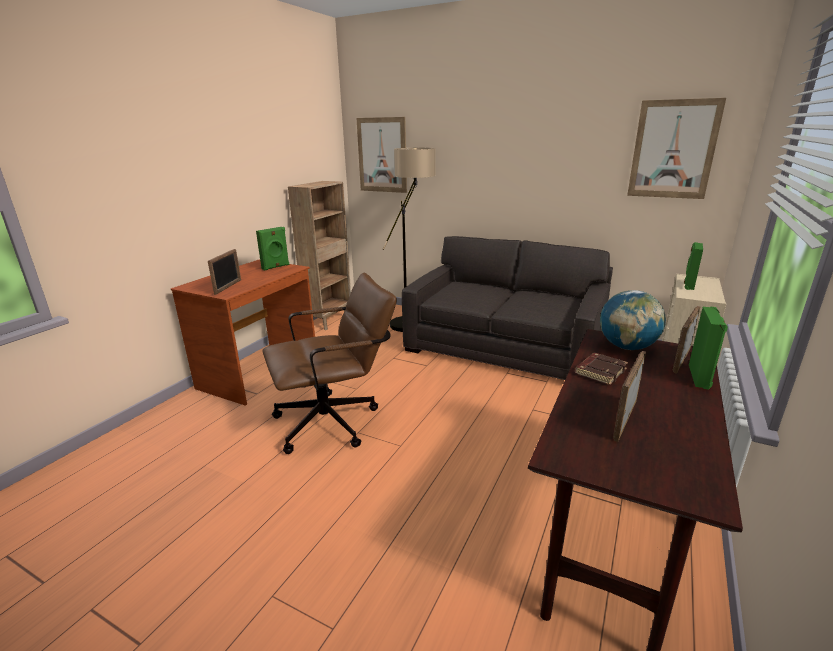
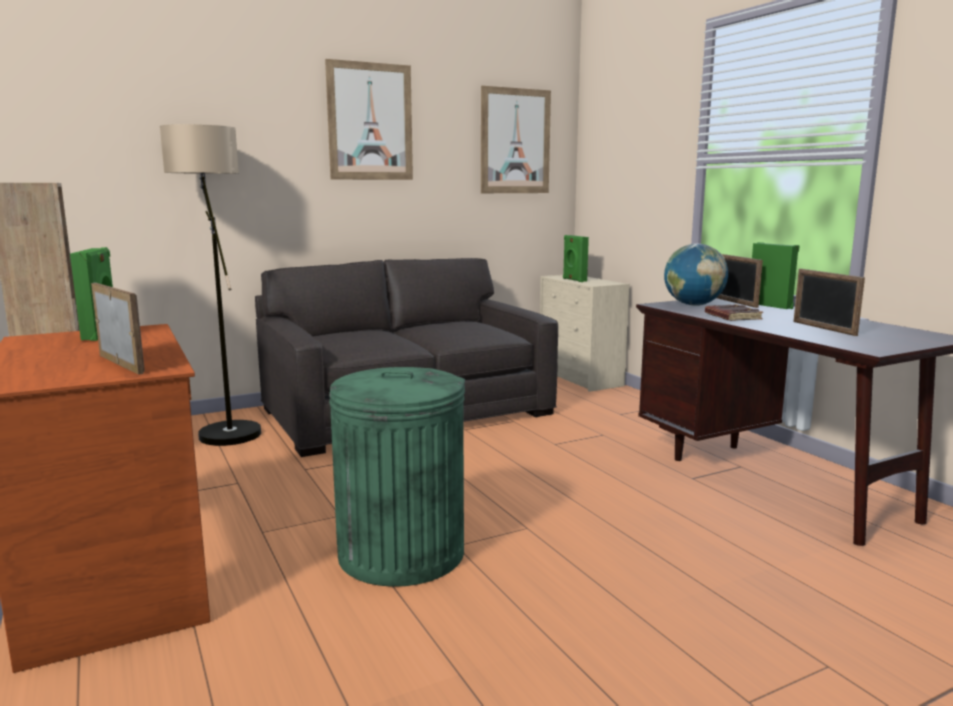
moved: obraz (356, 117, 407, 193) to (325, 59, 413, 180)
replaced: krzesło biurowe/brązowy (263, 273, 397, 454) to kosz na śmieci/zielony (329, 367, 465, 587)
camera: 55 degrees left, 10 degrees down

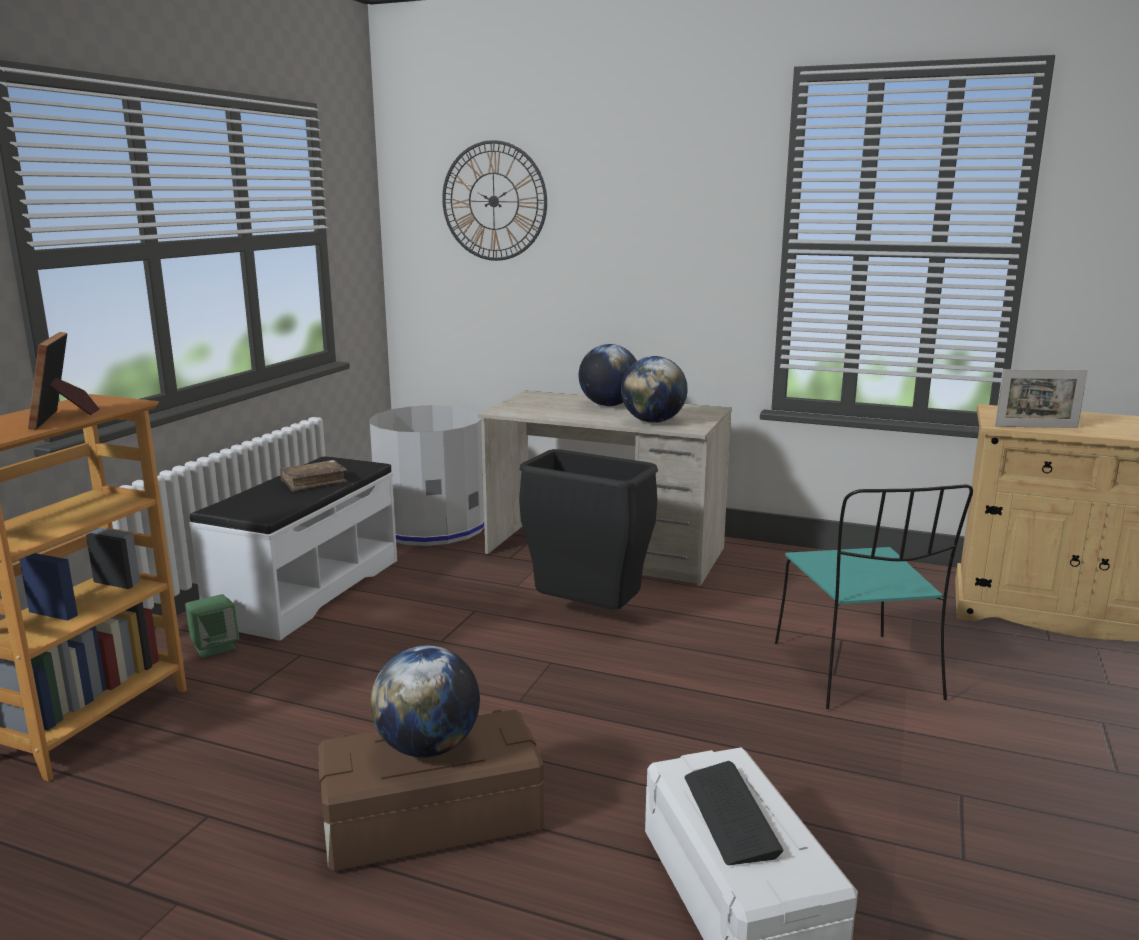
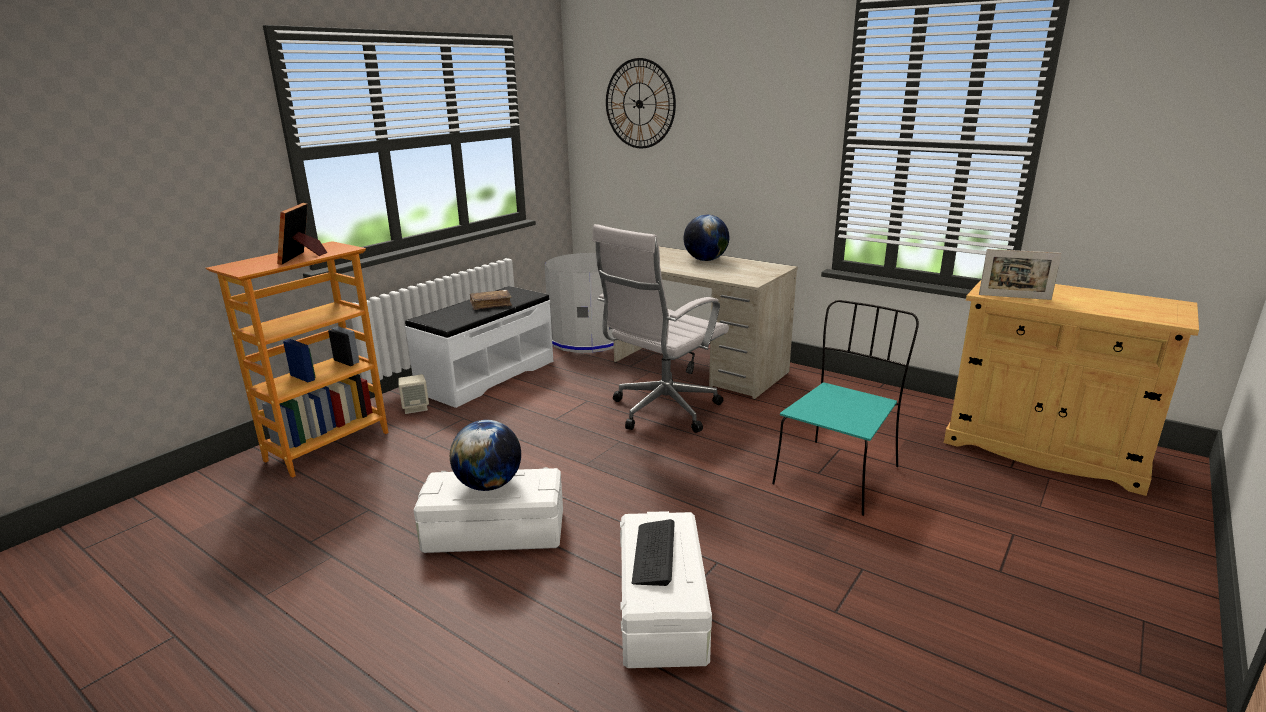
removed: globus (621, 356, 688, 423)
replaced: kosz na śmieci/czarny (519, 449, 658, 609) to krzesło biurowe/biały (592, 224, 729, 433)
recoloured: głośnik/zielony (185, 594, 239, 658) to głośnik/beżowy (398, 374, 429, 414); pojemnik do przechowywania/brązowy (318, 709, 544, 872) to pojemnik do przechowywania/biały (414, 467, 563, 553)
turned: krzesło/turkusowy (775, 484, 973, 709) = (772, 300, 919, 516) 150 degrees counterclockwise
camera: 15 degrees right, 5 degrees up

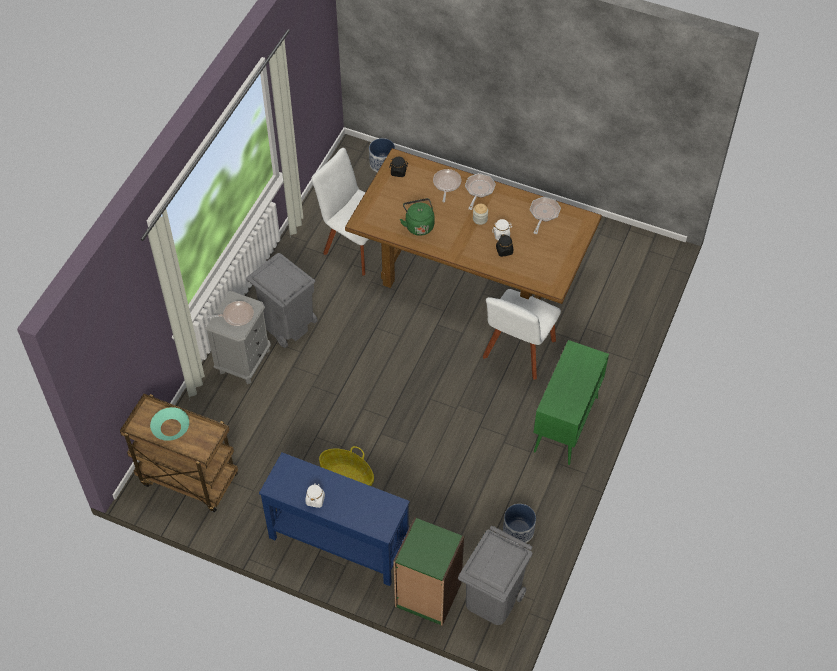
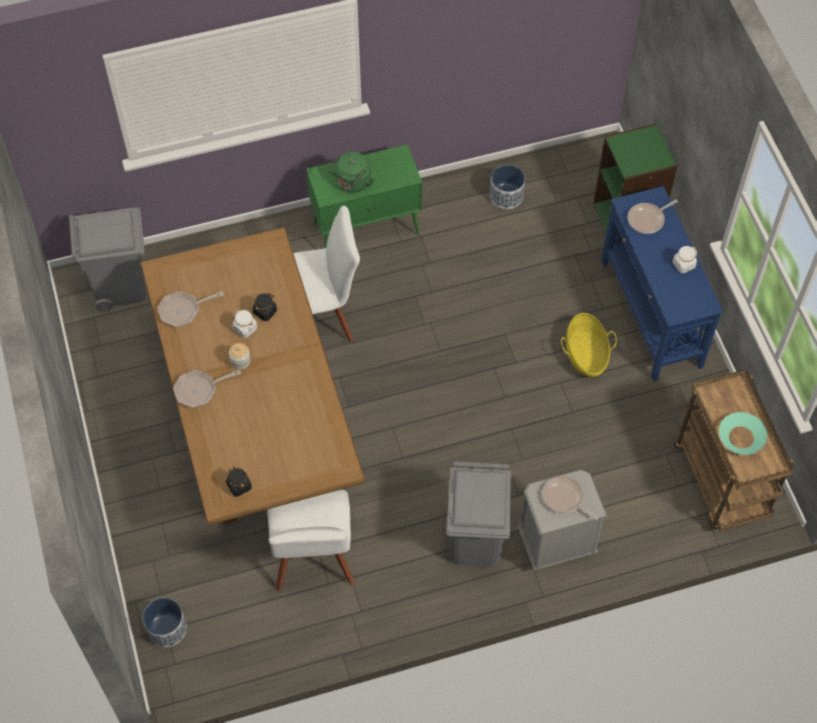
moved: czajnik/zielony (400, 198, 434, 236) to (329, 152, 374, 192); patelnia (433, 169, 461, 203) to (628, 200, 678, 234); kosz na śmieci/szary (458, 526, 532, 625) to (68, 207, 146, 311)
camera: 130 degrees left, 5 degrees up

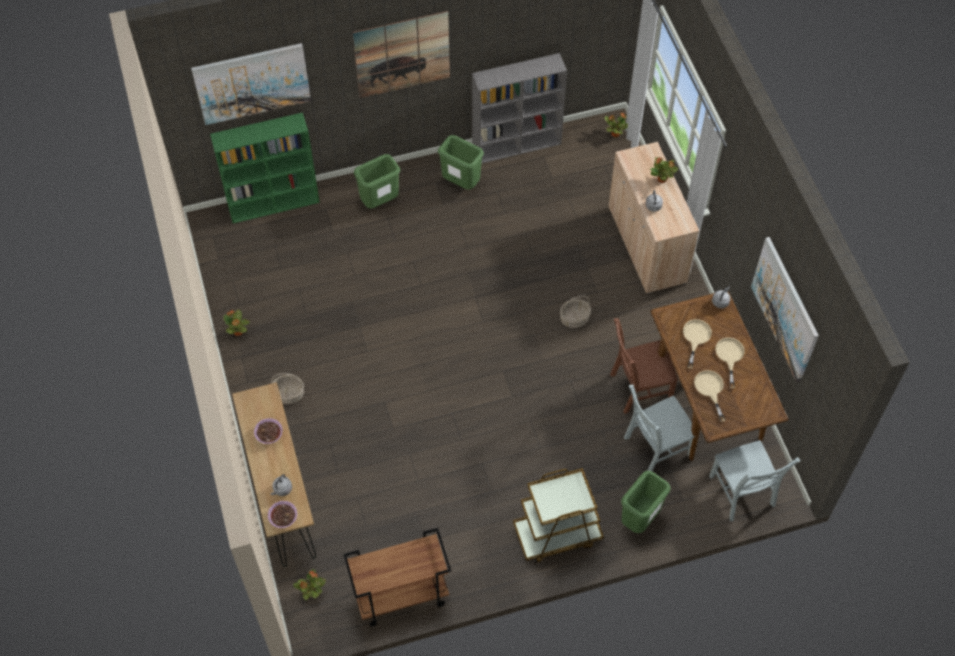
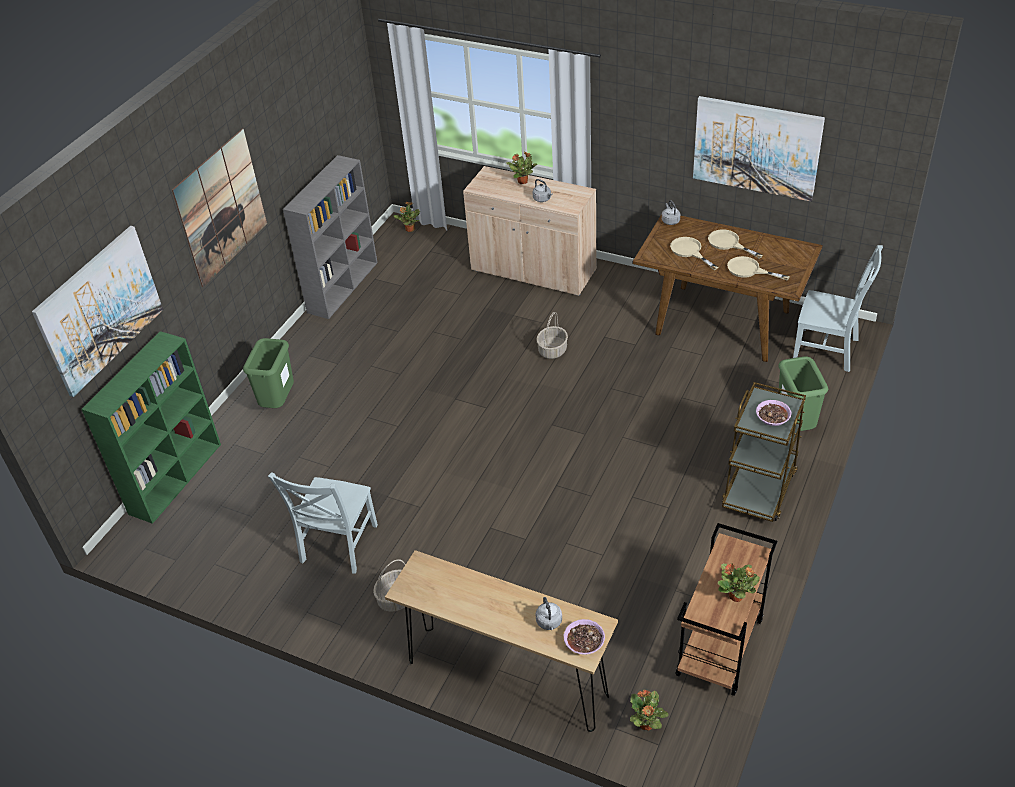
removed: kosz na śmieci/zielony (438, 135, 484, 189); krzesło/brązowy (610, 318, 678, 414)
moved: roślina doniczkowa (223, 310, 250, 336) to (718, 563, 760, 602); miska (254, 418, 283, 444) to (756, 400, 792, 426); krzesło/szary (624, 384, 694, 471) to (268, 472, 378, 574)
camera: 45 degrees left, 15 degrees down

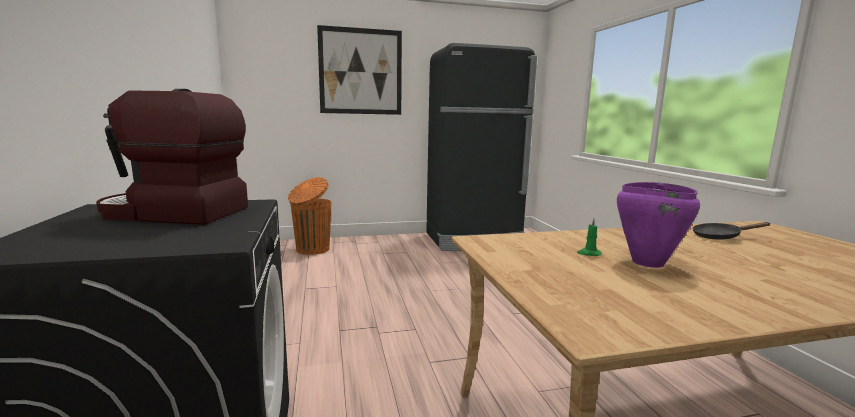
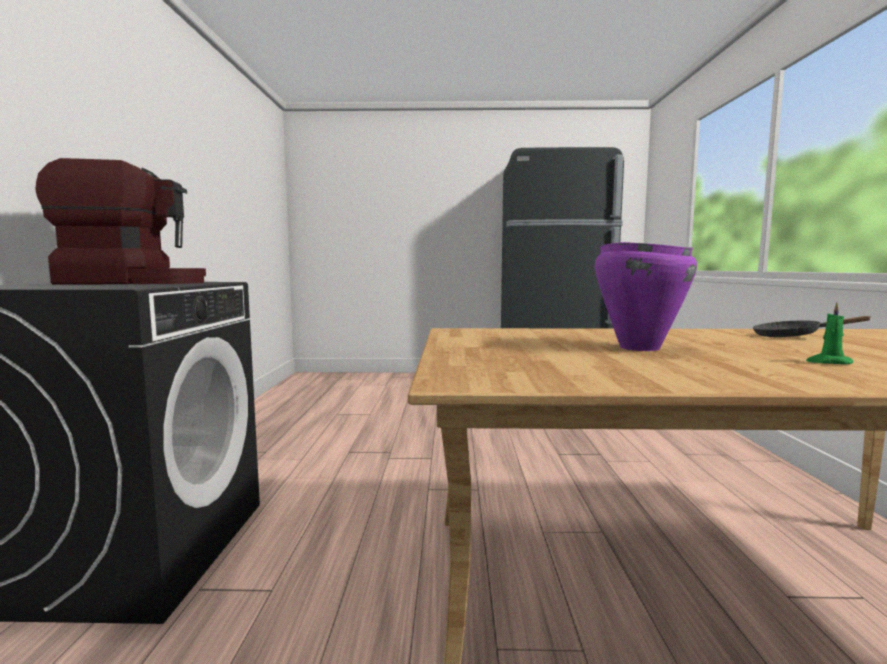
removed: kosz na śmieci/pomarańczowy (288, 177, 331, 255); obraz (317, 25, 402, 115)
moved: świeca/zielony (577, 218, 602, 256) to (806, 302, 853, 364)
turned: ekspres do kawy (96, 89, 248, 225) = (35, 158, 206, 285) 150 degrees clockwise
camera: 15 degrees right, 5 degrees down

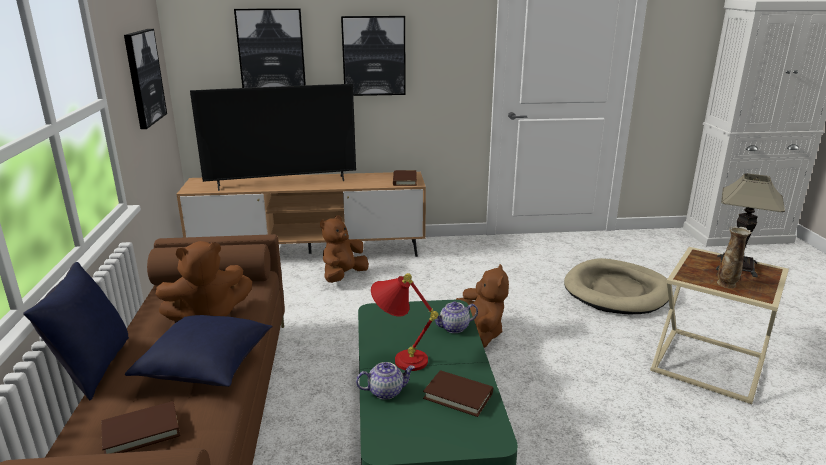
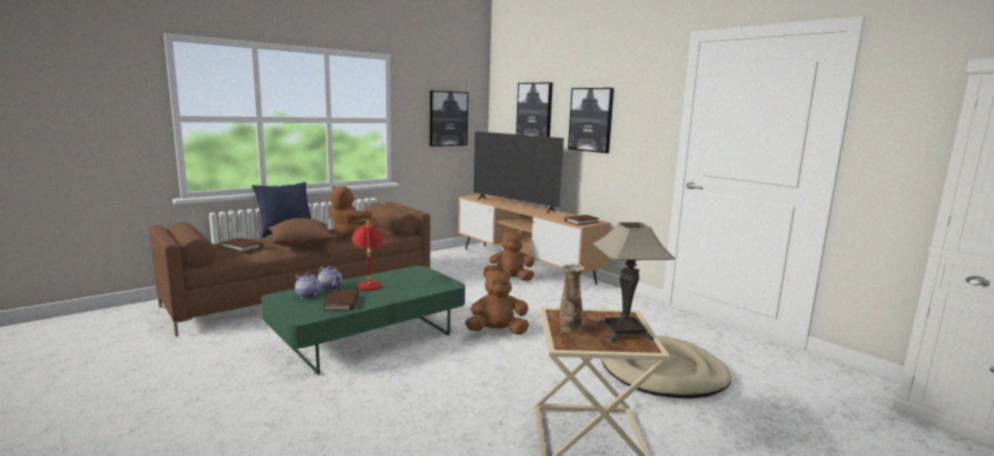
moved: imbryk (435, 302, 478, 333) to (295, 273, 321, 298)
recoloured: poduszka/niebieski (125, 315, 273, 387) to poduszka/brązowy (268, 218, 335, 247)
turned: pluszak/brązowy (456, 264, 509, 348) = (465, 268, 529, 335) 150 degrees counterclockwise
camera: 55 degrees right, 10 degrees down

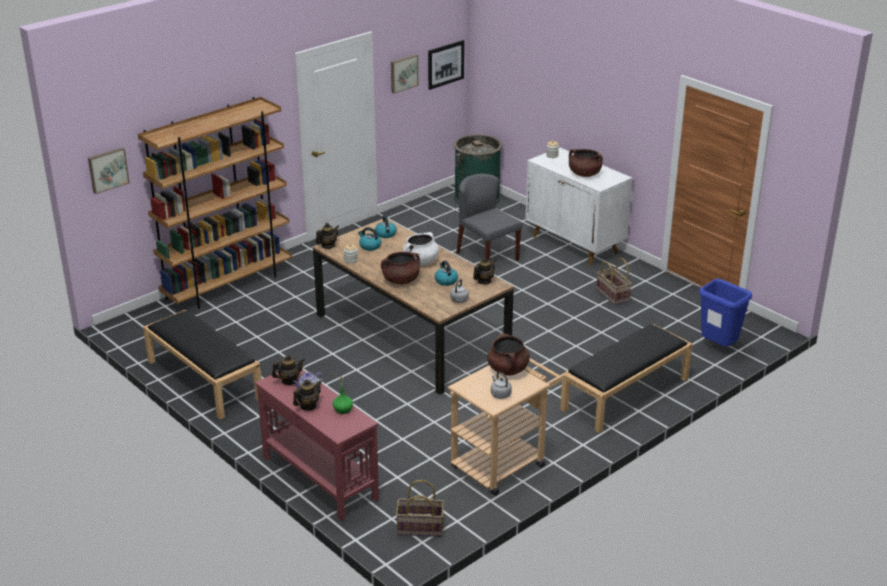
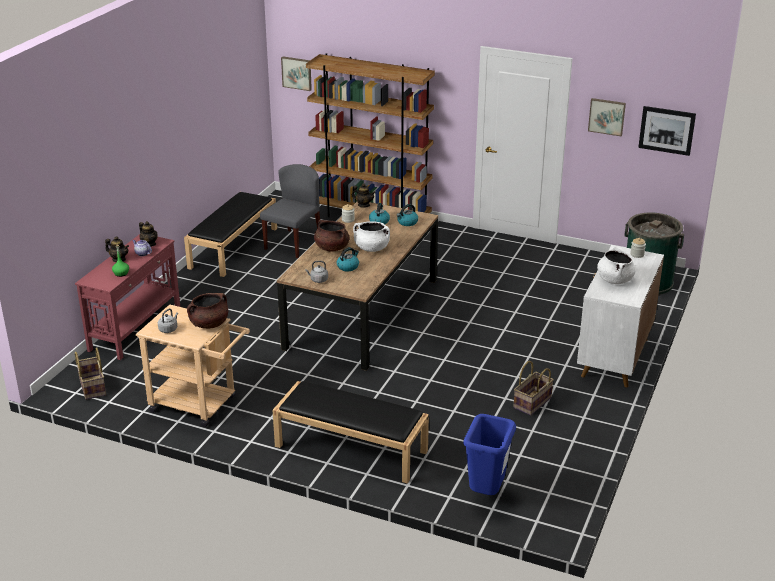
removed: imbryk (473, 257, 496, 284)
moved: krzesło/szary (456, 174, 522, 261) to (260, 164, 320, 258)
recoloured: garnek/brązowy (569, 149, 603, 177) to garnek/biały (597, 247, 635, 284)
camera: 65 degrees right, 0 degrees up

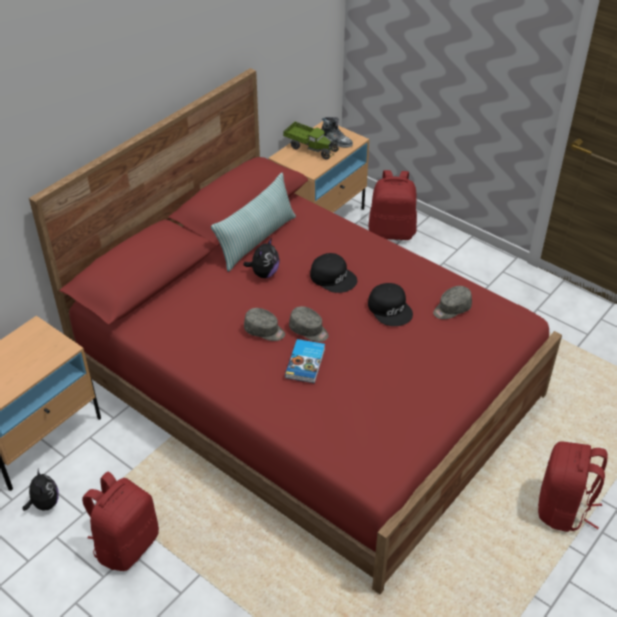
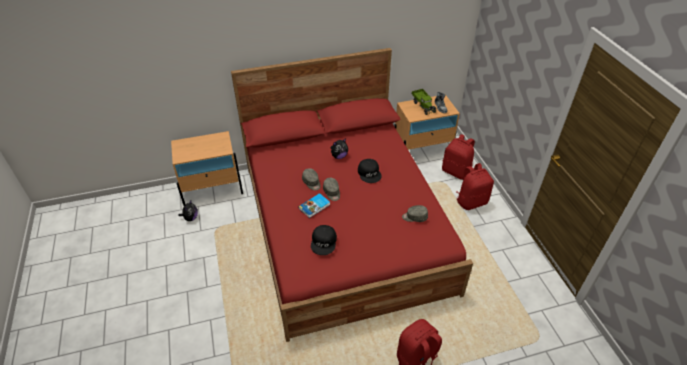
removed: poduszka (211, 173, 296, 272)
moved: plecak/czerwony (82, 472, 159, 571) to (457, 163, 494, 210); czapka z daszkiem/czarny (368, 283, 413, 326) to (311, 225, 337, 255)
camera: 35 degrees right, 0 degrees up

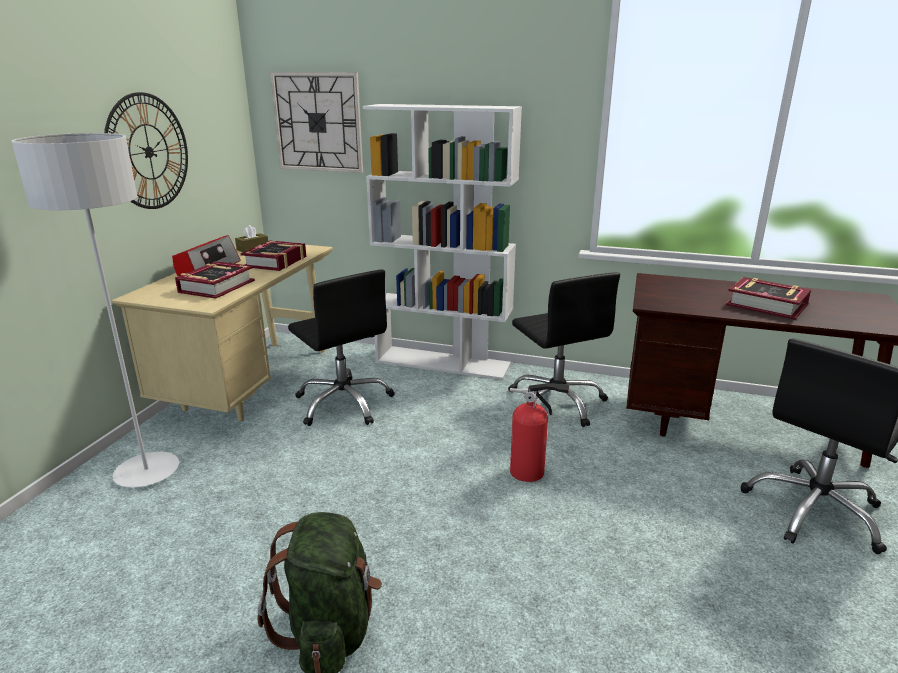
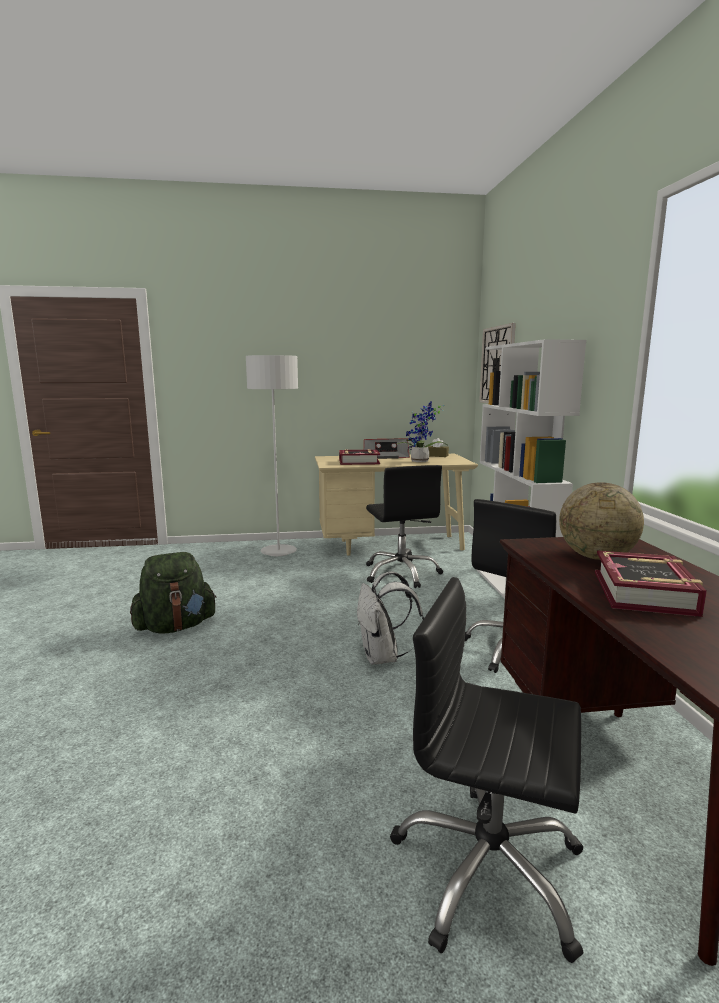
removed: zegar ścienny (104, 92, 188, 209)
added: globus (559, 482, 644, 560)
replaced: książka (241, 241, 306, 271) to roślina doniczkowa (397, 402, 449, 462); gaśnica (510, 383, 570, 482) to plecak/biały (357, 571, 424, 665)
turned: krzesło biurowe/czarny (288, 270, 395, 426) = (366, 465, 443, 588) 45 degrees counterclockwise
camera: 65 degrees right, 10 degrees down

